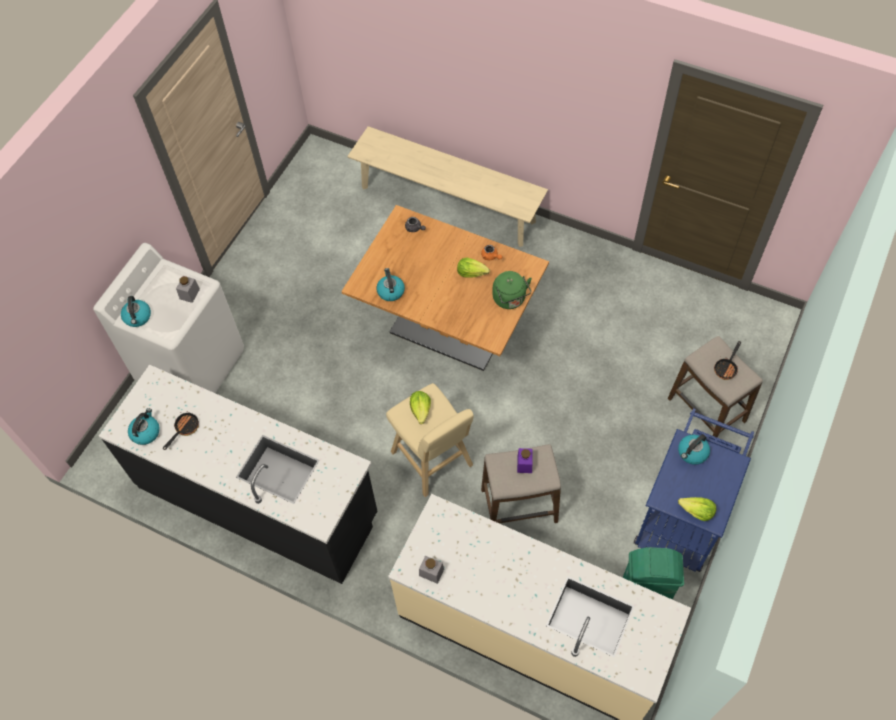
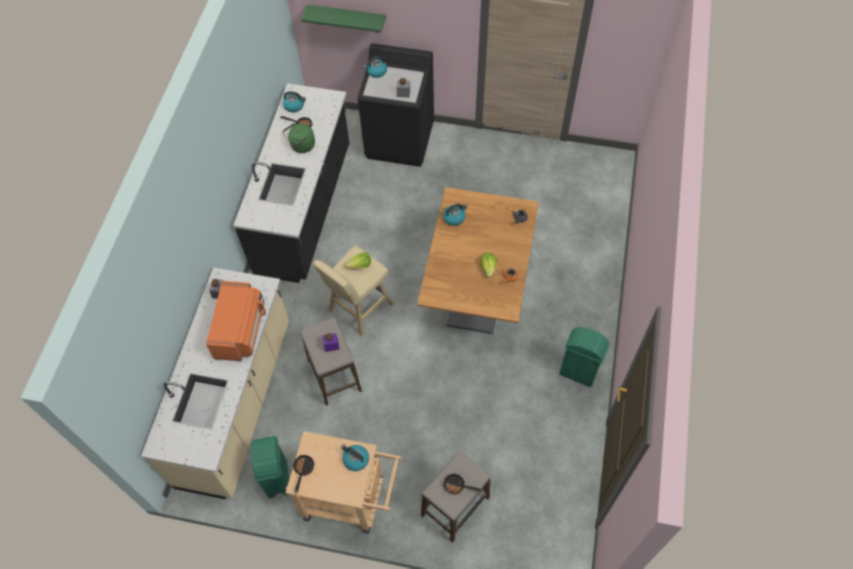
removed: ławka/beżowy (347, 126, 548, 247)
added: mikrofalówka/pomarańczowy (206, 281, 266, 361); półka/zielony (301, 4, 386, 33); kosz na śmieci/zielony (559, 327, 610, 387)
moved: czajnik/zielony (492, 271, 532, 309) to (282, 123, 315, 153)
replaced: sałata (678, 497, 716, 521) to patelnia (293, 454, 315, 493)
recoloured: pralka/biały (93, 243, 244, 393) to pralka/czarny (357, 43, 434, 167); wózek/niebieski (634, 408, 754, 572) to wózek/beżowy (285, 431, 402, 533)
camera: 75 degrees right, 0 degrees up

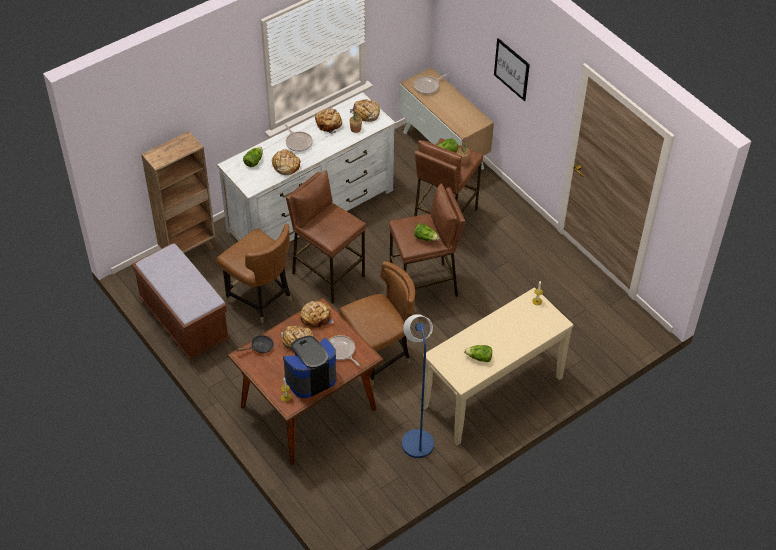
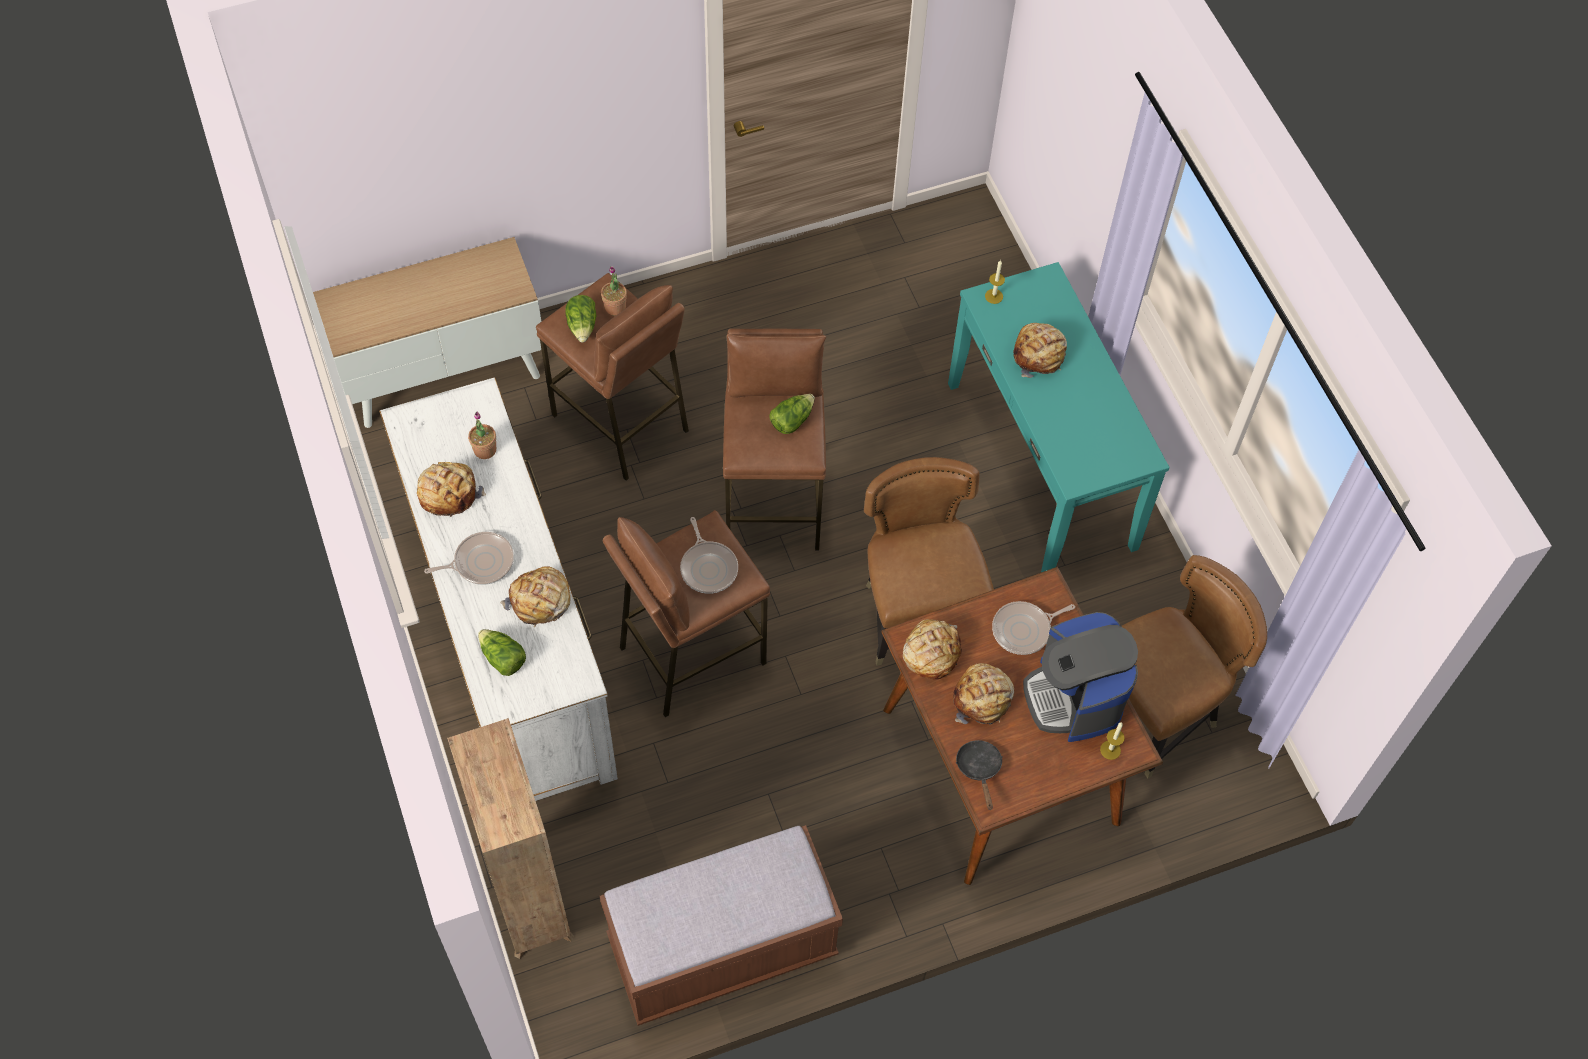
removed: lampa stojąca/niebieski (402, 314, 434, 458); sałata (464, 345, 492, 362); obraz (494, 38, 530, 101)
moved: krzesło/brązowy (216, 224, 292, 323) to (1122, 555, 1267, 778); chleb (349, 99, 380, 122) to (1013, 323, 1067, 378); patelnia (414, 74, 447, 94) to (680, 517, 738, 594)
recoloured: stolik konsolowy/beżowy (423, 287, 573, 445) to stolik konsolowy/turkusowy (948, 262, 1169, 572)
camera: 75 degrees left, 10 degrees up

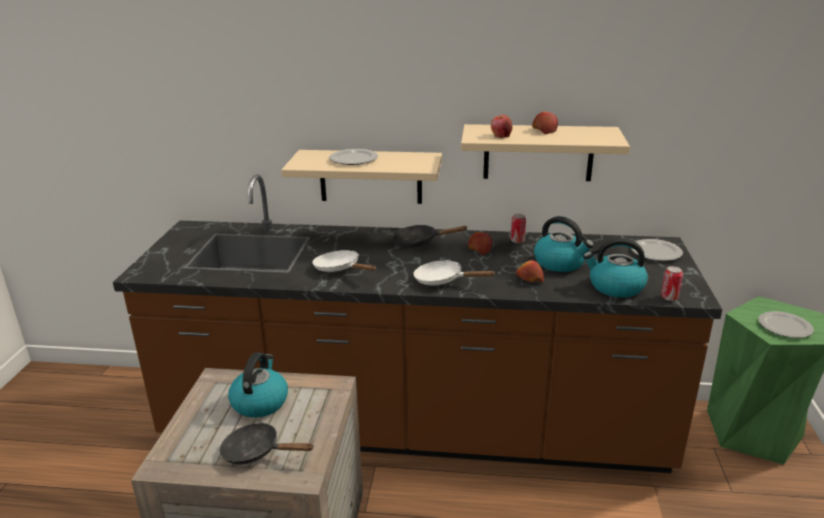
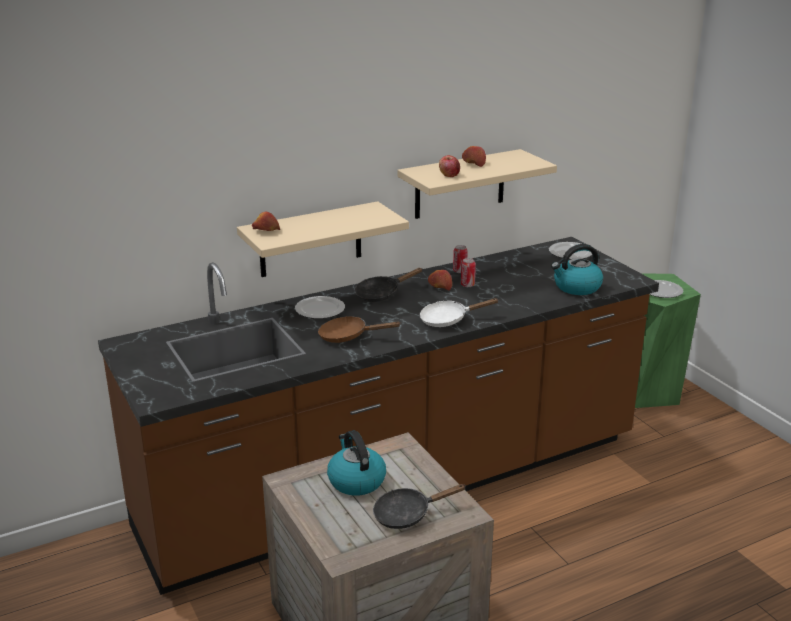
removed: czajnik (534, 216, 594, 272)
moved: talerz (329, 149, 378, 165) to (295, 296, 345, 319); jabłko (516, 260, 544, 282) to (252, 212, 280, 231); puszka (661, 266, 683, 301) to (461, 258, 476, 287)
recoloured: patelnia/biały (312, 250, 376, 272) to patelnia/brązowy (318, 316, 400, 343)
camera: 35 degrees left, 0 degrees up

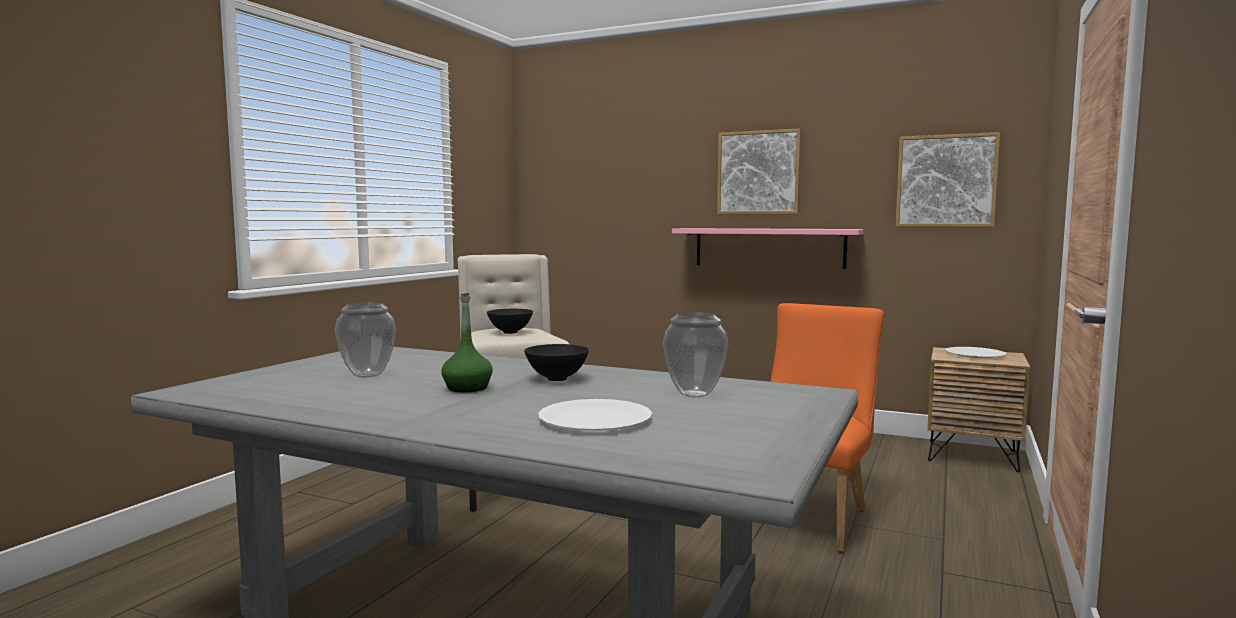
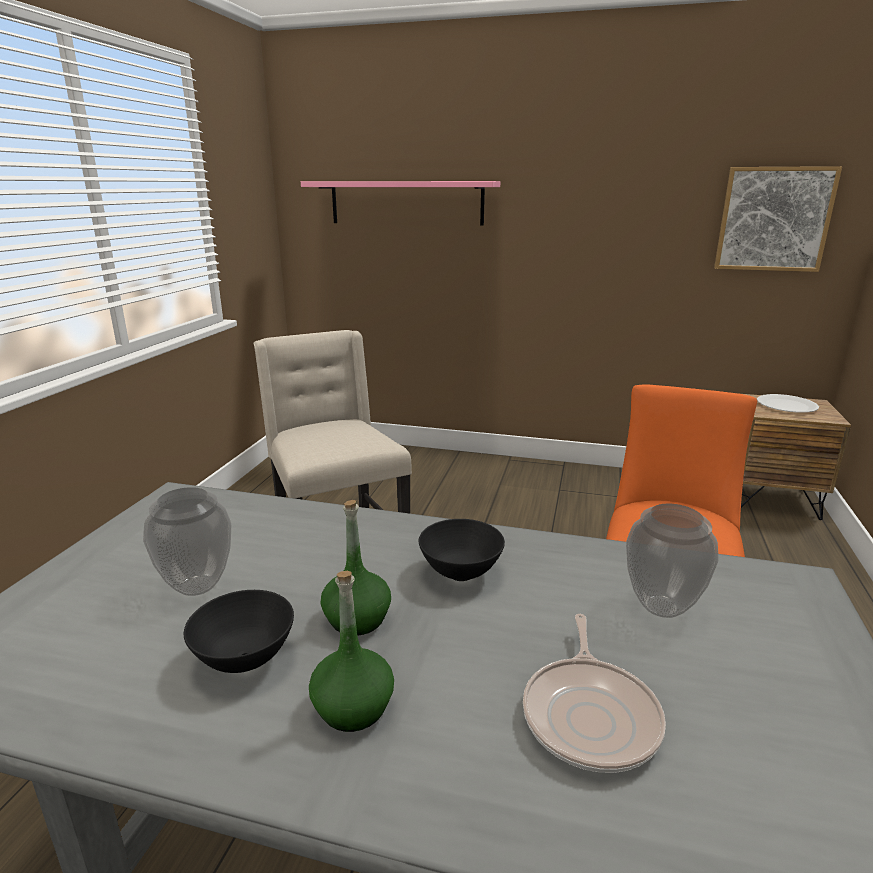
removed: obraz (717, 129, 801, 214)
added: butelka/zielony (309, 571, 394, 732)
moved: miska/czarny (487, 309, 533, 334) to (184, 590, 294, 673); półka/różowy (672, 228, 864, 269) to (301, 181, 500, 226)
replaced: talerz/biały (538, 399, 652, 431) to patelnia (523, 614, 666, 773)
camera: 10 degrees left, 15 degrees up

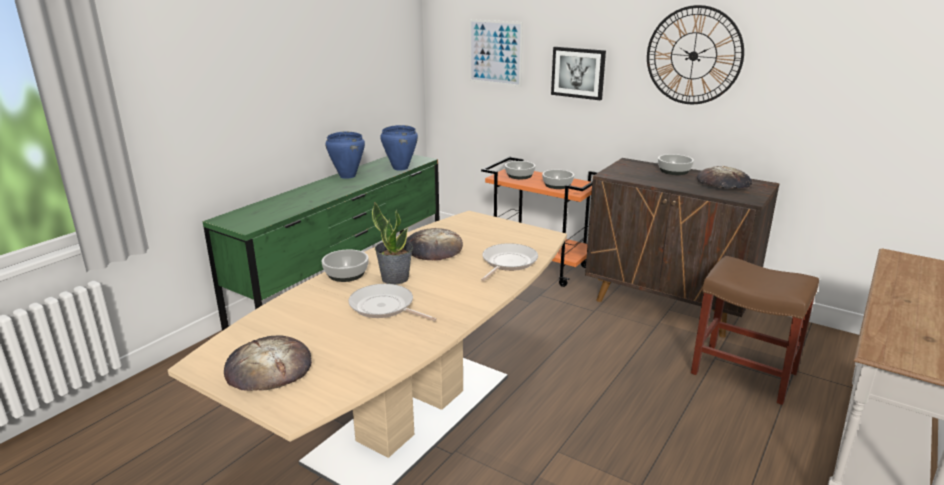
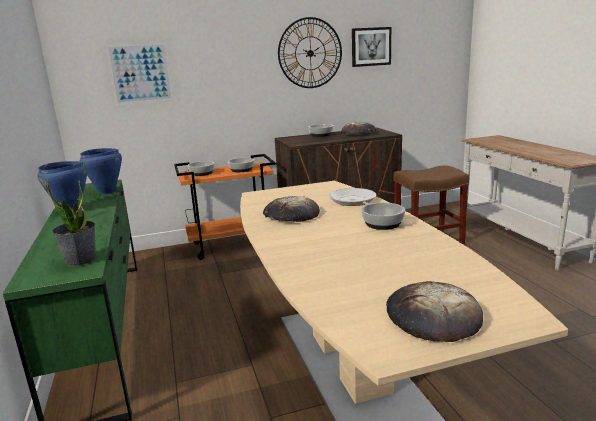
removed: patelnia (348, 284, 437, 321)
moved: miska (322, 249, 369, 282) to (361, 202, 405, 230); roślina doniczkowa (372, 202, 413, 285) to (46, 180, 96, 267); obraz (551, 47, 606, 100) to (352, 27, 391, 67)
camera: 50 degrees left, 5 degrees down

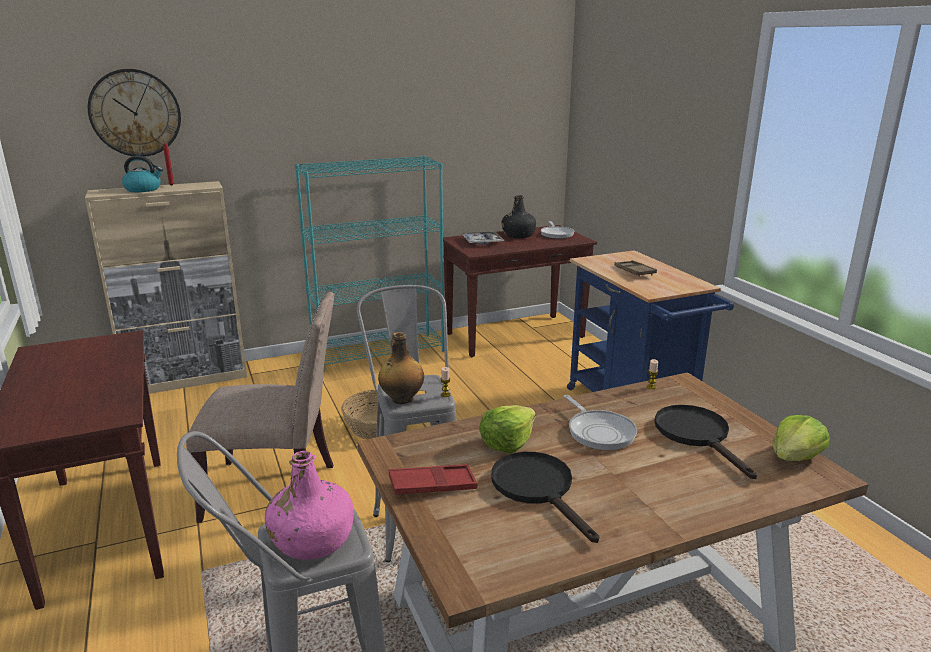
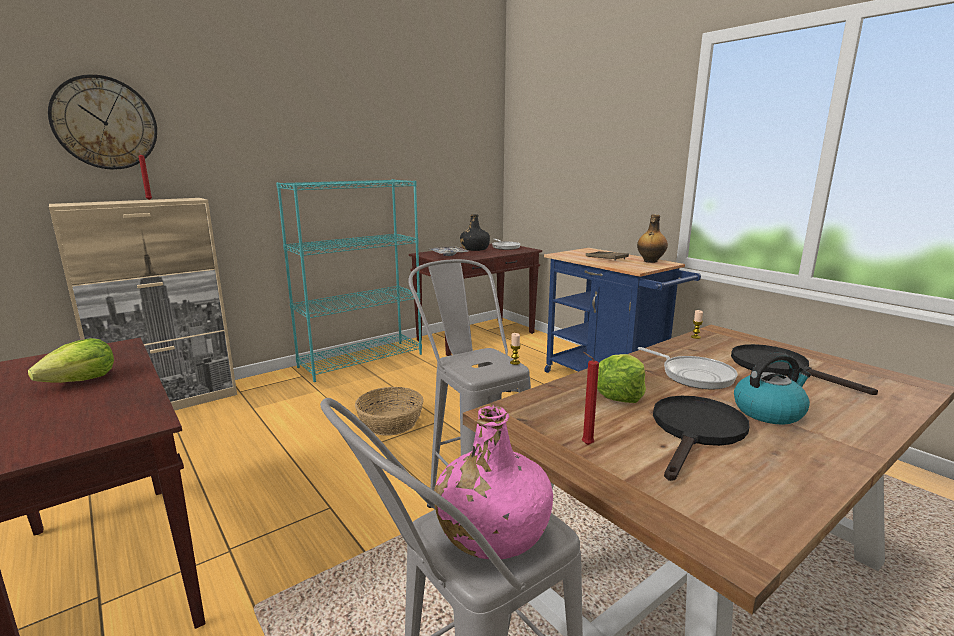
removed: krzesło/beżowy (186, 292, 335, 523)
moved: czajnik (122, 155, 163, 192) to (734, 352, 811, 425); butelka (378, 332, 424, 404) to (637, 214, 668, 263); sałata (772, 415, 829, 461) to (28, 338, 114, 383)
replaced: taca/czerwony (389, 464, 478, 495) to świeca/czerwony (582, 352, 599, 445)
turned: patelnia/czarny (491, 452, 599, 543) = (653, 396, 749, 481) 75 degrees clockwise
camera: 15 degrees left, 5 degrees down

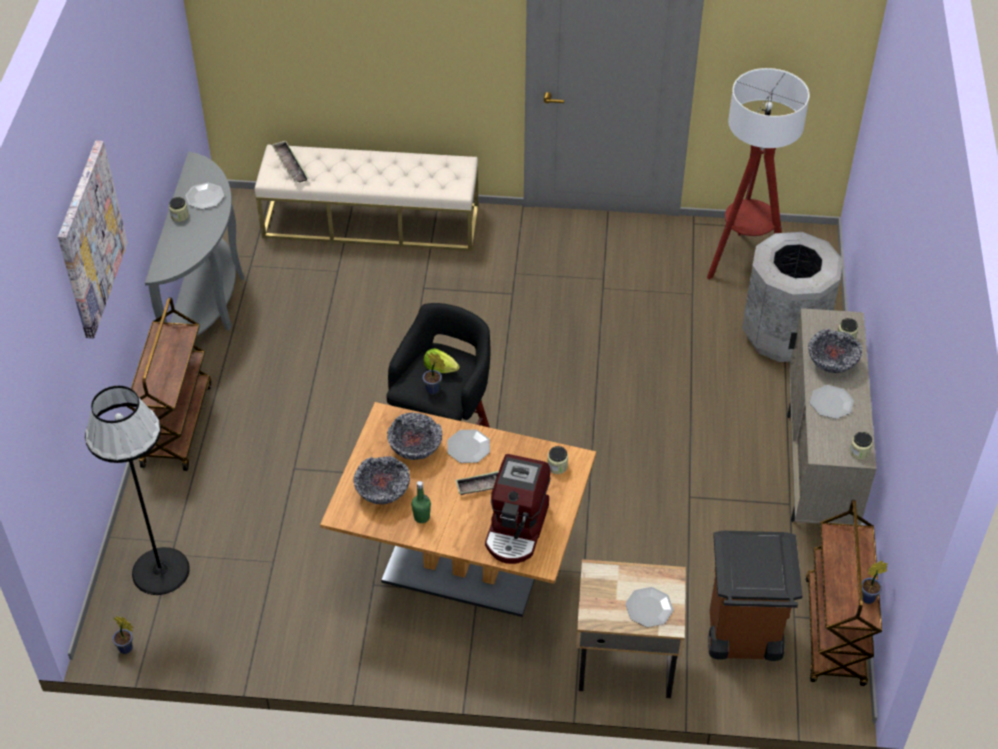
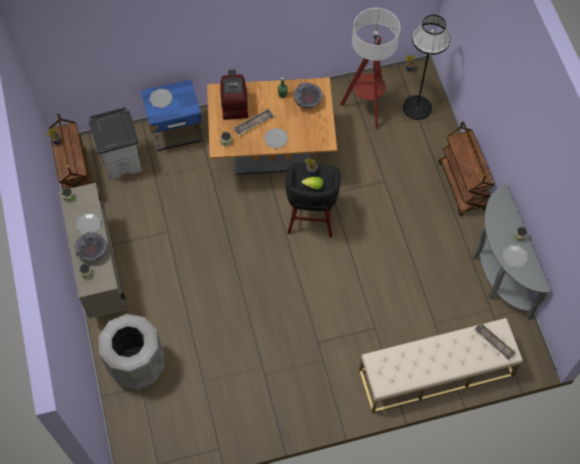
removed: obraz (58, 141, 128, 338); miska (387, 412, 442, 460)
moved: lampa stojąca (707, 68, 810, 279) to (340, 8, 400, 130)
recoloured: szafka nocna/beżowy (576, 559, 686, 698) to szafka nocna/niebieski (141, 80, 202, 151); kosz na śmieci/brązowy (708, 531, 803, 661) to kosz na śmieci/szary (89, 107, 142, 180)
camera: 160 degrees right, 15 degrees up

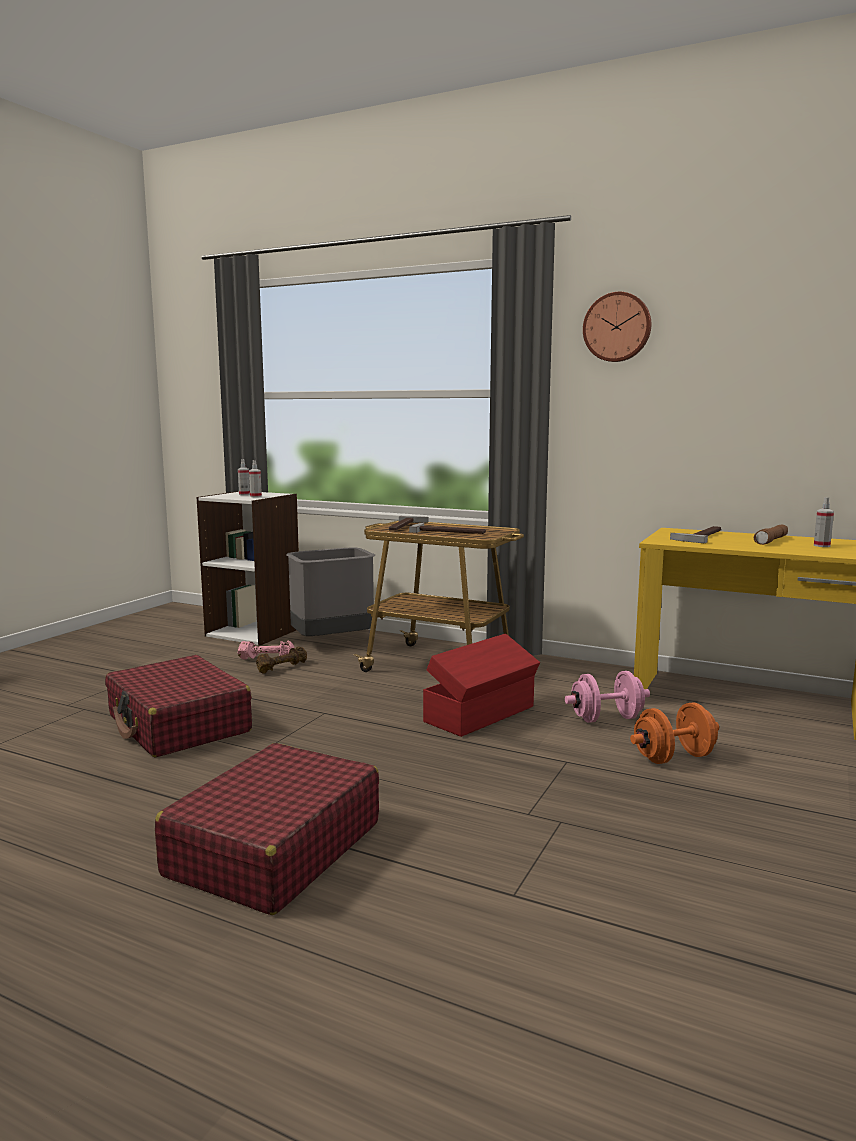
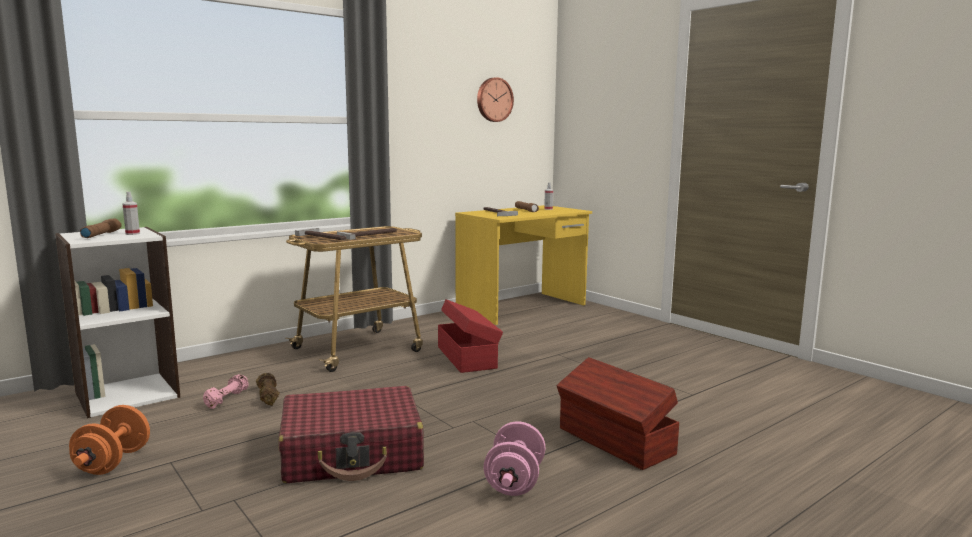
removed: kosz na śmieci/szary (286, 548, 375, 636)
moved: hantel/różowy (565, 671, 650, 723) to (484, 421, 545, 496); zegar ścienny (583, 292, 651, 362) to (477, 77, 514, 122); hantel/pomarańczowy (630, 703, 719, 764) to (69, 405, 150, 475)
replaced: walizka/czerwony (155, 743, 379, 915) to pojemnik do przechowywania/brązowy (556, 357, 680, 470); spryskiwacz (238, 459, 250, 495) to latarka/brązowy (80, 218, 122, 238)
camera: 65 degrees left, 0 degrees up

